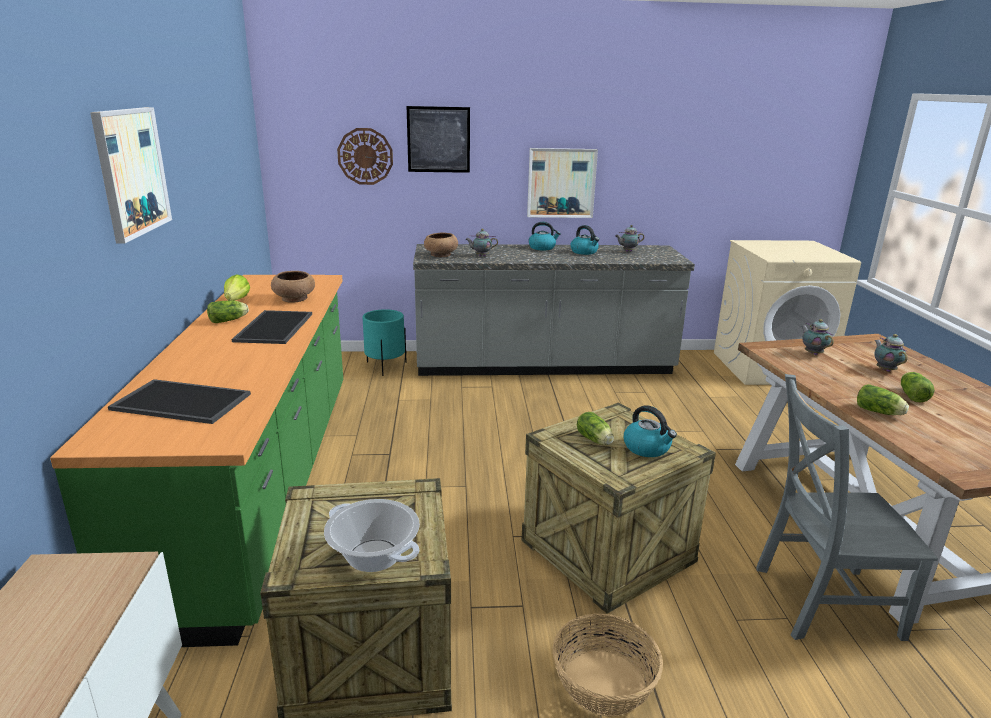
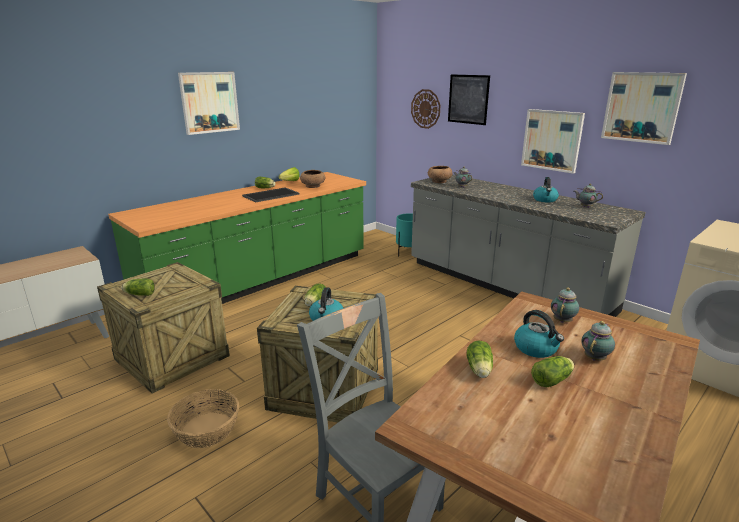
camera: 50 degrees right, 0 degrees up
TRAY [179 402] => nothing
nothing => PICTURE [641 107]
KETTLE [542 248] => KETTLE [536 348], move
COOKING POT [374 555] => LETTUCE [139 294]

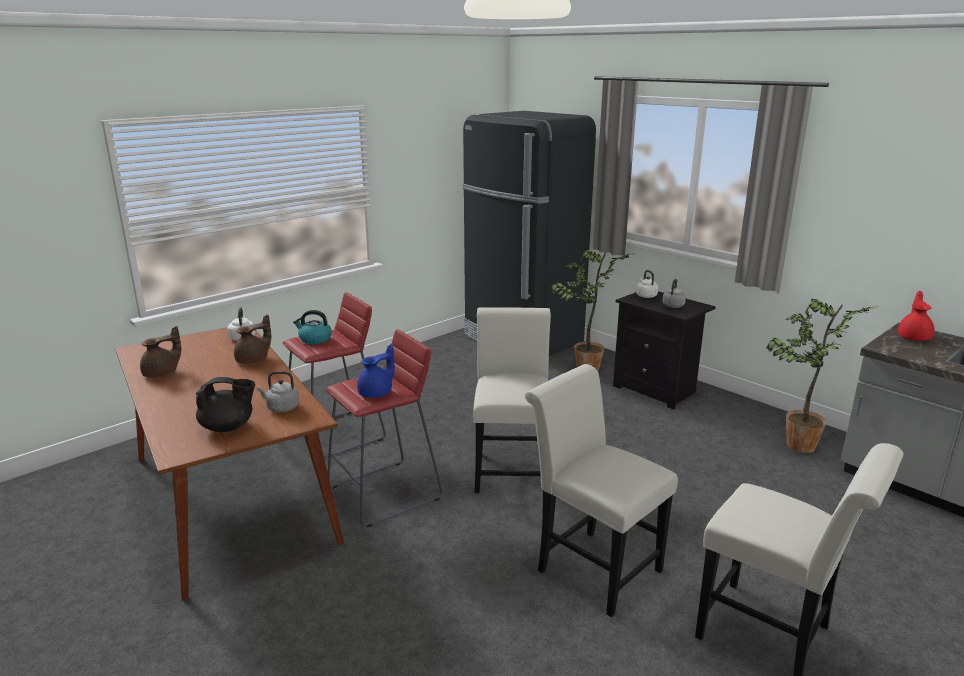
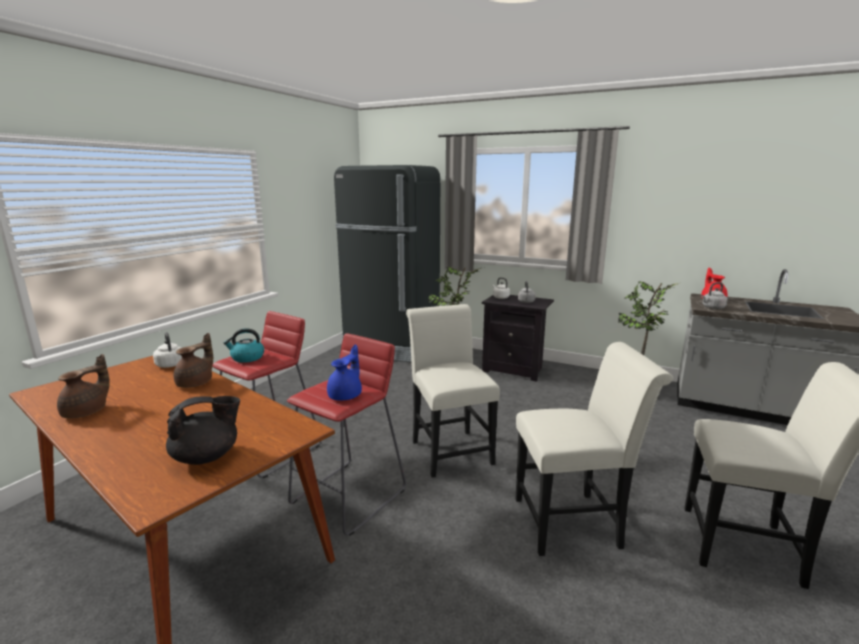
camera: 20 degrees left, 5 degrees down
GREY KETTLE [281 408] => GREY KETTLE [712 307], move
WHITE CHAIR [592 566] => WHITE CHAIR [574 522], 150 degrees clockwise

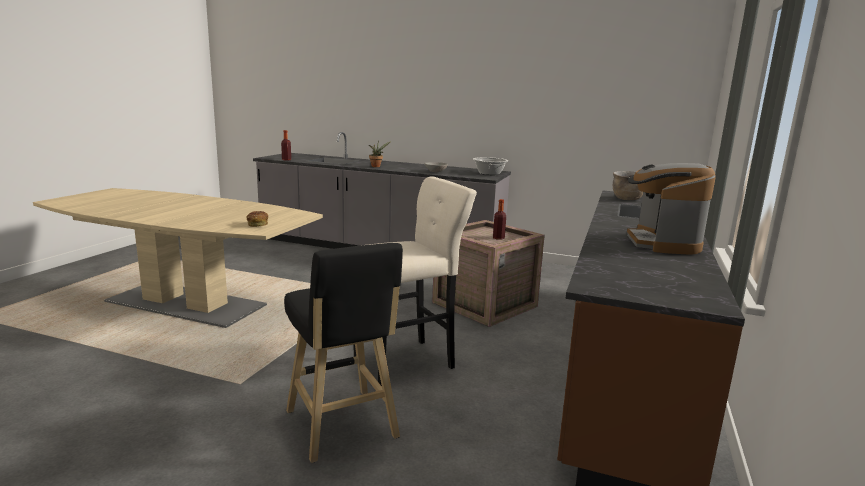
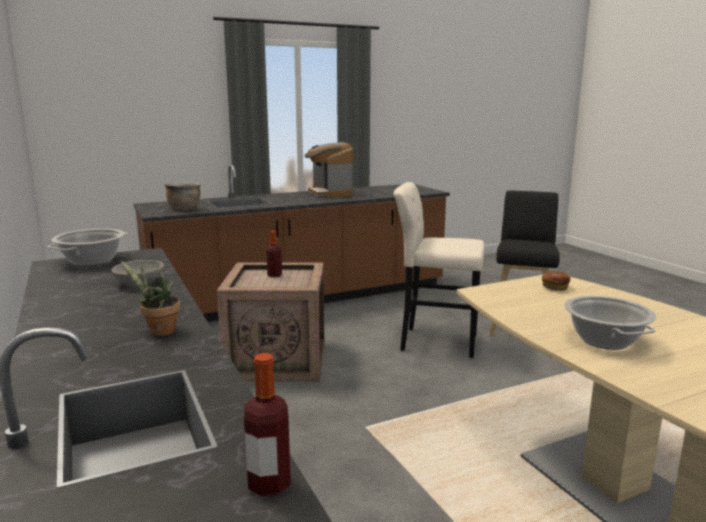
camera: 135 degrees left, 0 degrees up
nothing => COOKING POT [604 340]
COFFEE MACHINE [662 243] => COFFEE MACHINE [330 193], 105 degrees clockwise

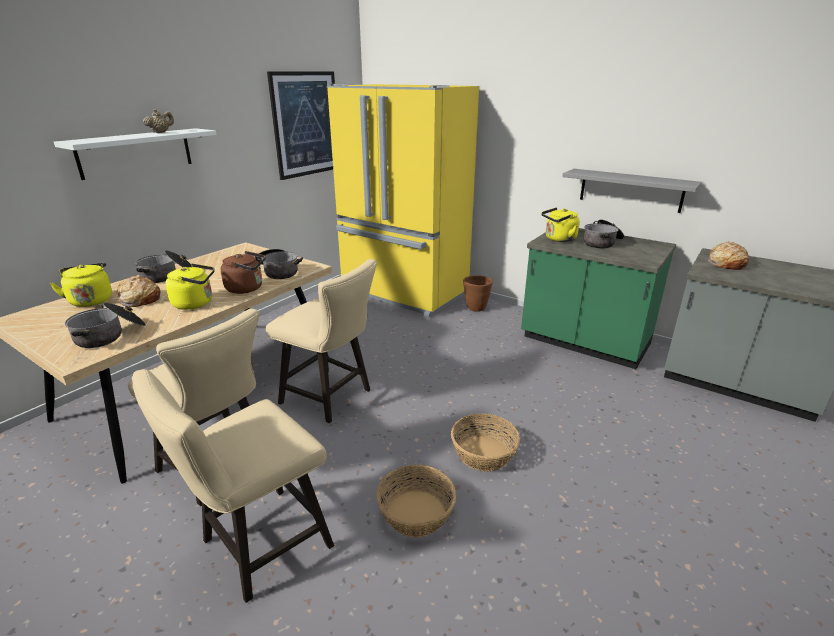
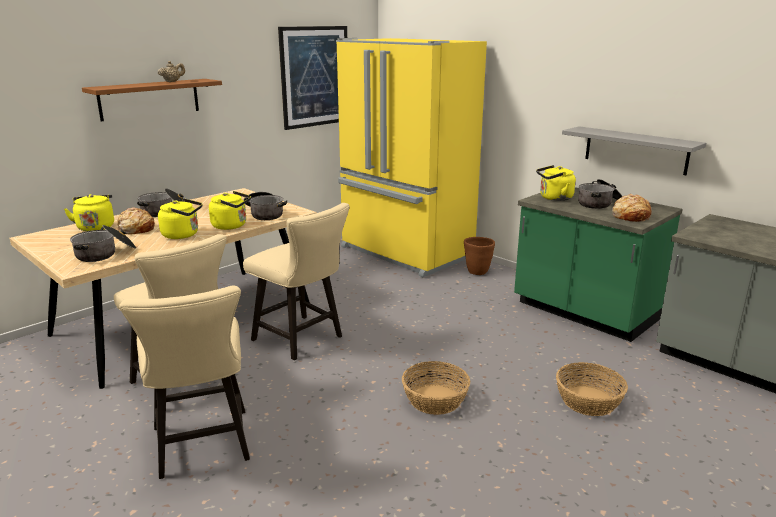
camera: 10 degrees right, 5 degrees down
BASKET [416 513] => BASKET [589 401], move
BREAD [726 263] => BREAD [630 216], move
WHITE SHELF [136 153] => BROWN SHELF [149 99]
BROWN KETTLE [247 288] => YELLOW KETTLE [231 226]
BEIGE CHAIR [258 547] => BEIGE CHAIR [203 448], 75 degrees counterclockwise

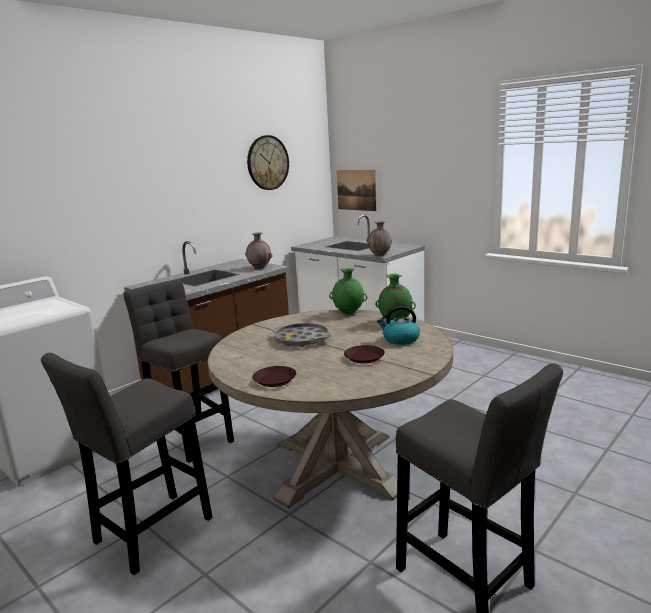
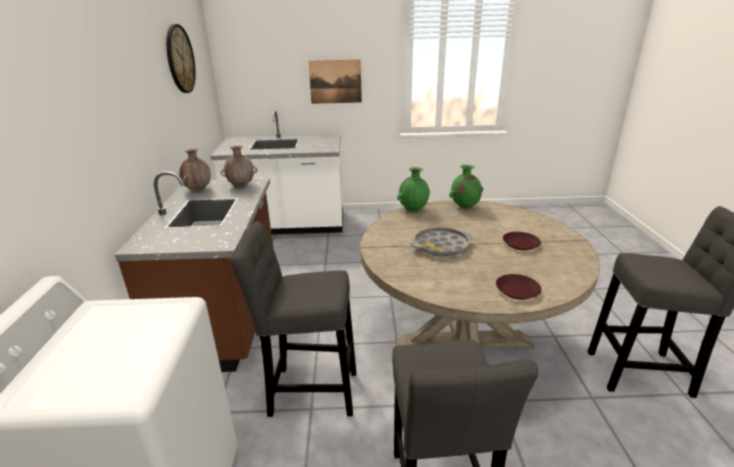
camera: 45 degrees left, 10 degrees up
KETTLE [400 339] => nothing
PICTURE [356 190] => PICTURE [335 81], move
BROWN VASE [380 255] => BROWN VASE [198 190], move

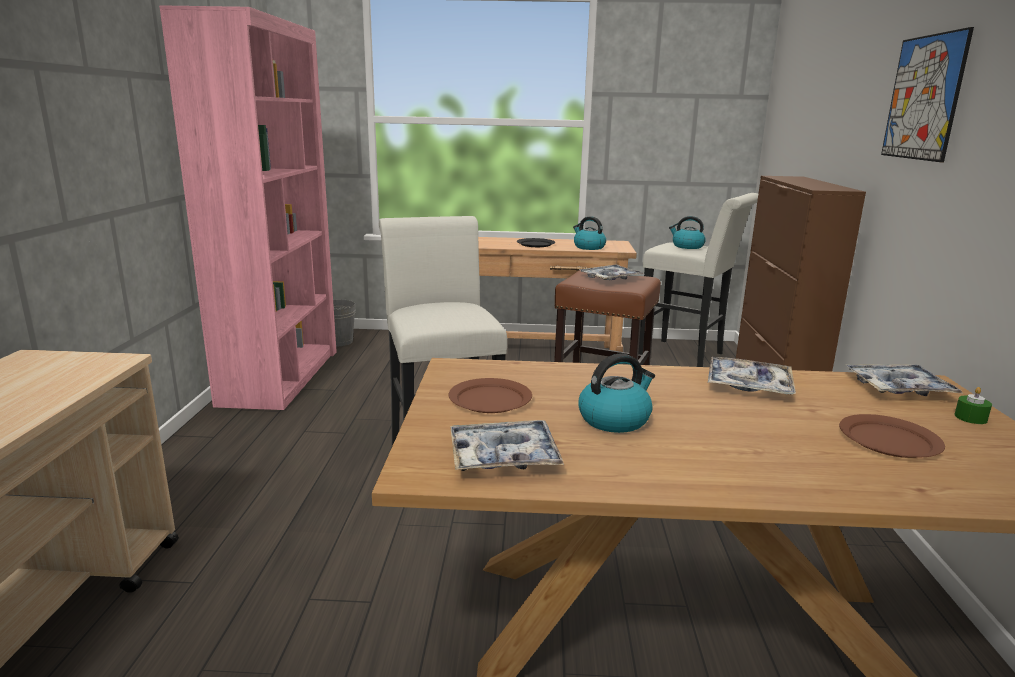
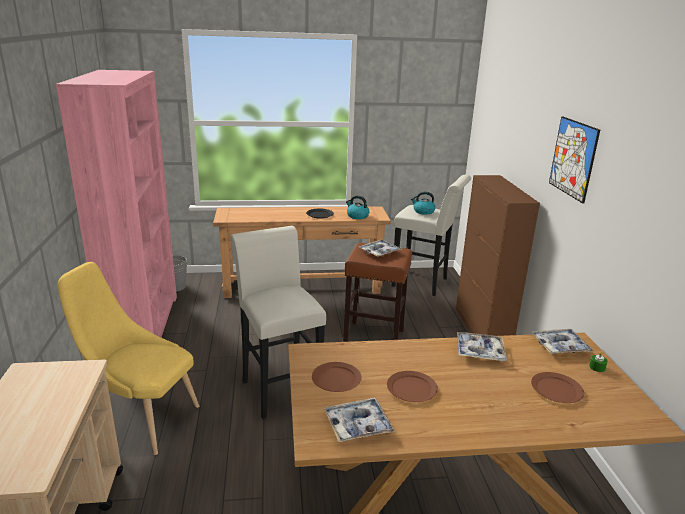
camera: 10 degrees left, 5 degrees up
nothing => YELLOW CHAIR [142 419]
KETTLE [615 419] => BROWN PLATE [411 388]

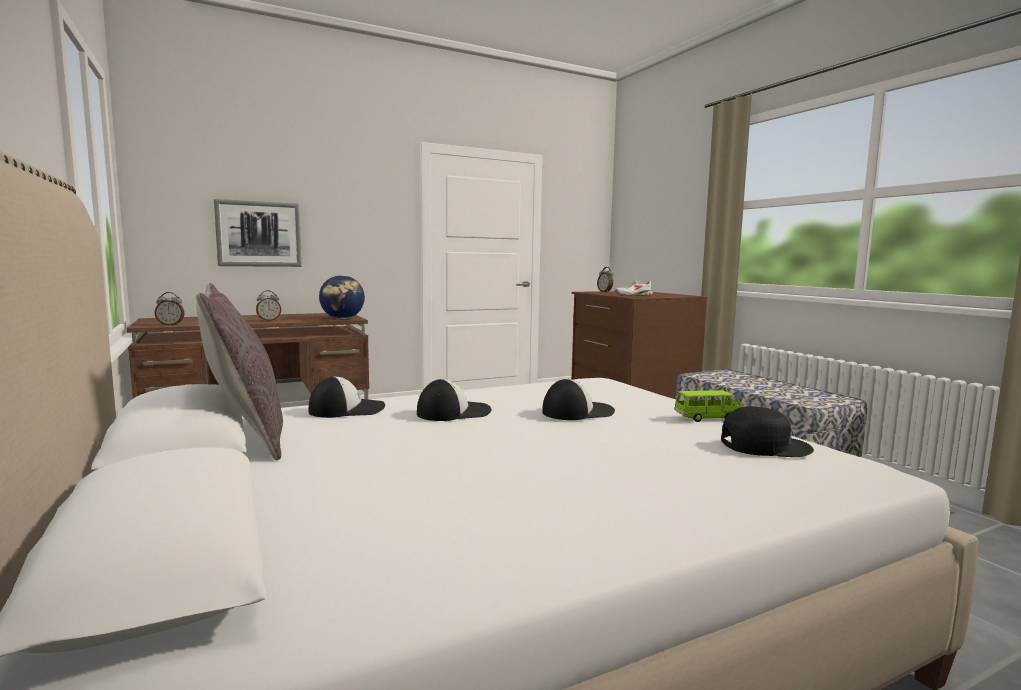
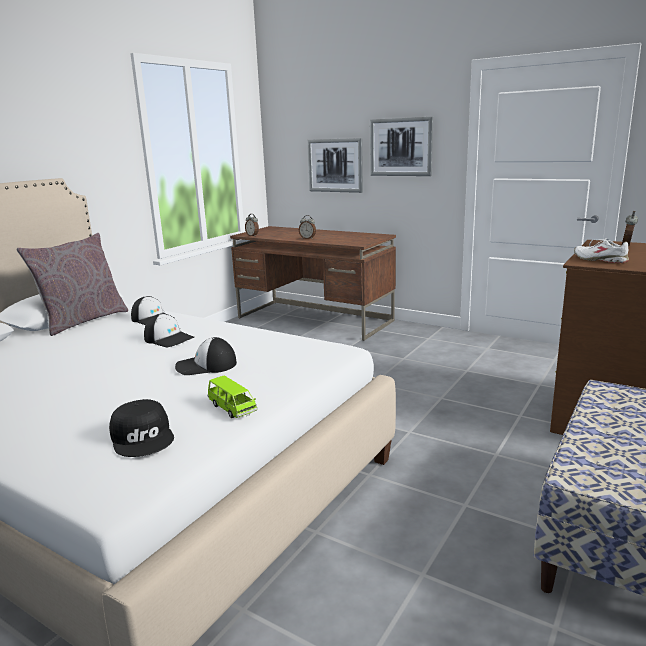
camera: 60 degrees right, 10 degrees up
GLOBE [342 319] => nothing
nothing => PICTURE [401 147]
CAP [577 412] => CAP [206 366], 135 degrees clockwise

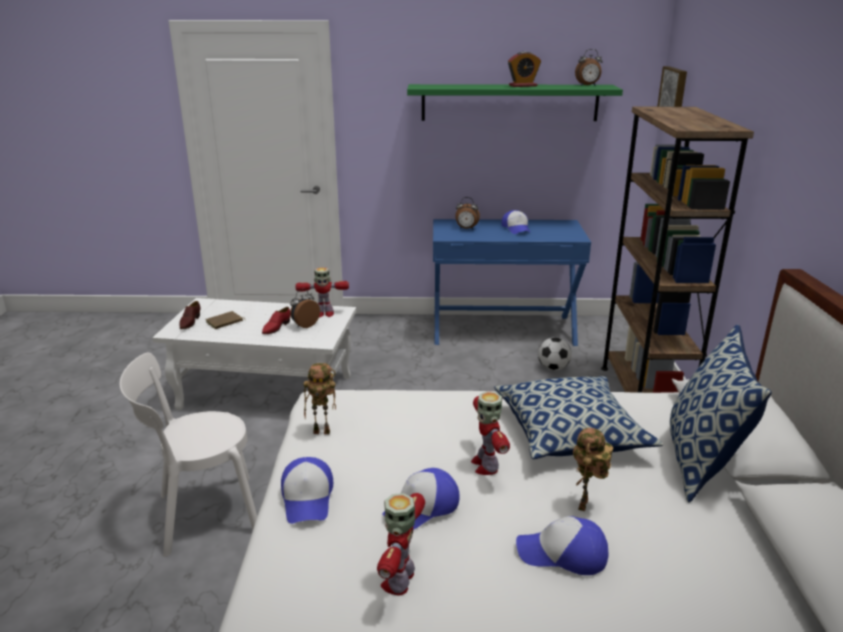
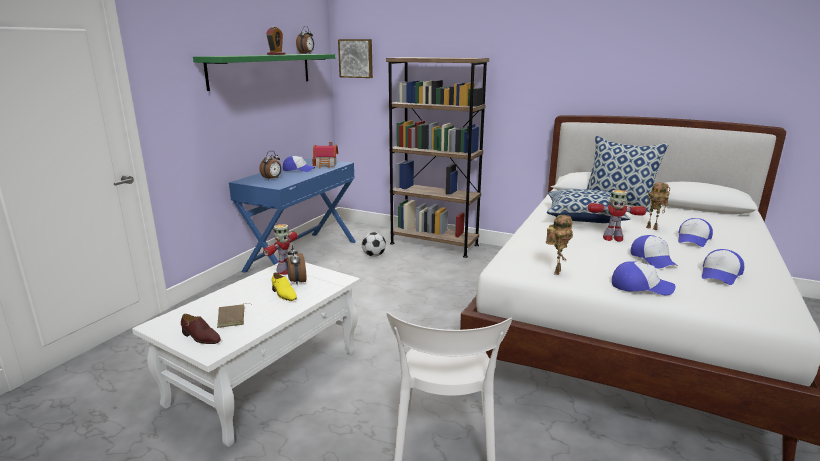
camera: 65 degrees left, 5 degrees down
nothing => TOY HOUSE [326 165]
TOY ROBOT [399 579] => CAP [720 274]
RED SHOE [276 327] => YELLOW SHOE [284 294]

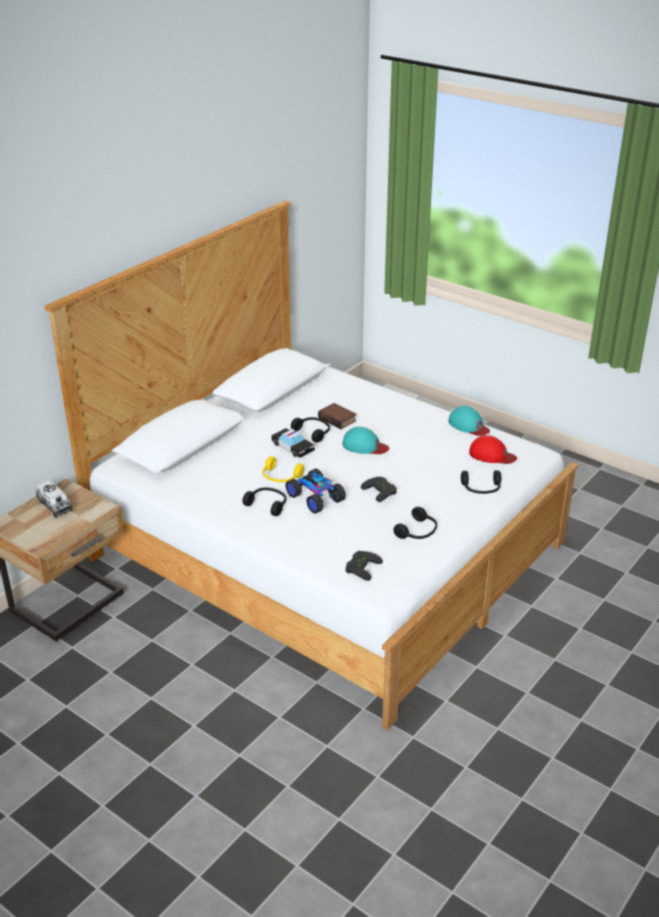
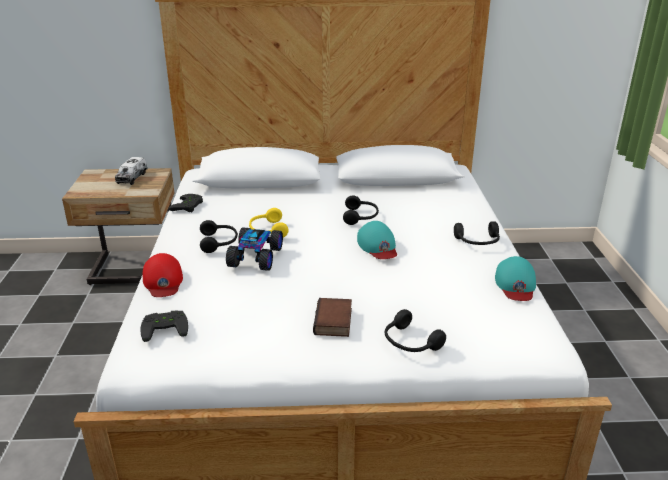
camera: 50 degrees right, 5 degrees down
TOY CAR [293 447] => nothing
BOOK [338 419] => BOOK [334 322], move
BLACK GAME CONTROLLER [381 490] => BLACK GAME CONTROLLER [189 206], move
BLACK HEADPHONES [418 532] => BLACK HEADPHONES [477 242], move
RED CAP [492 455] => RED CAP [163 281], move

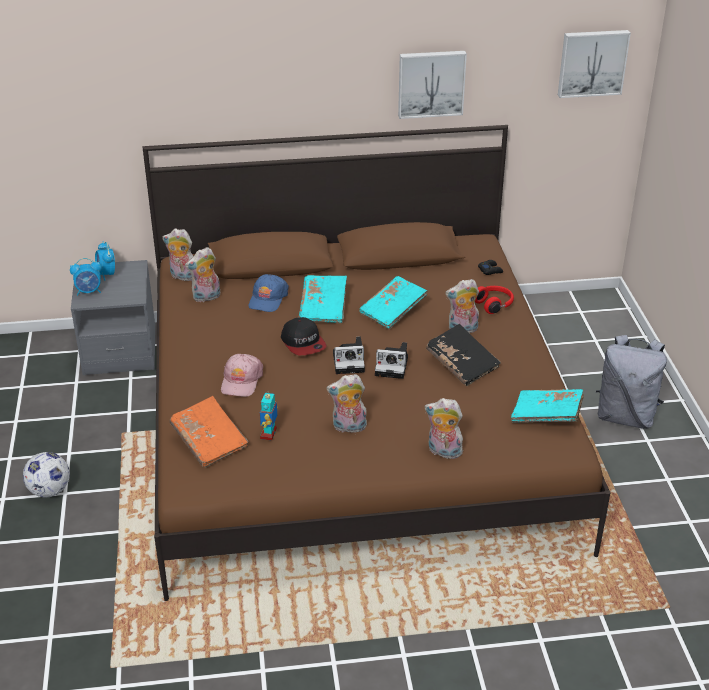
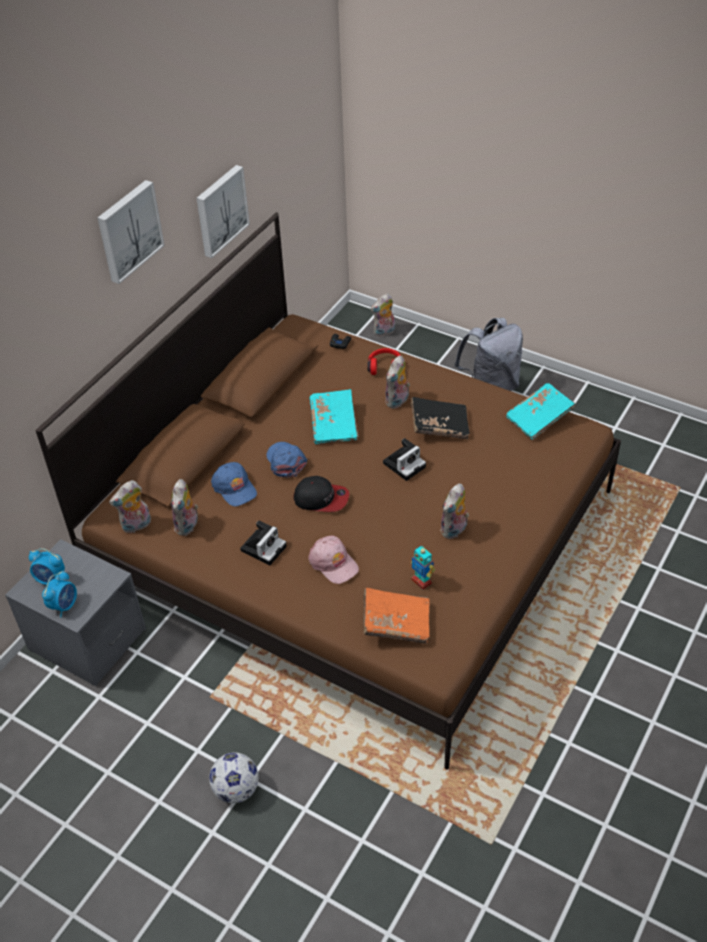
camera: 50 degrees left, 10 degrees up
PHOTO CAMERA [350 362] => PHOTO CAMERA [264 547], move
PLUSH TOY [443 452] => PLUSH TOY [384 332], move
PICTURE [592 62] => PICTURE [128 230], move
TURQUOISE BOOK [323 308] => BLUE CAP [286 461]

